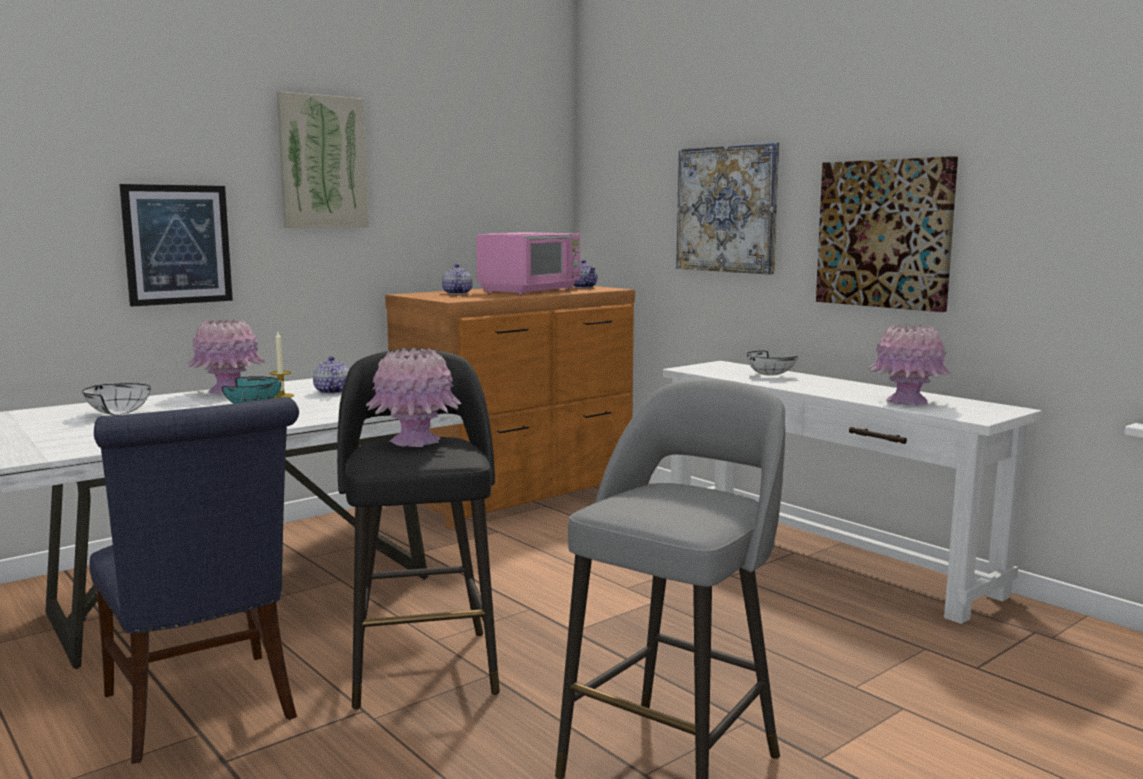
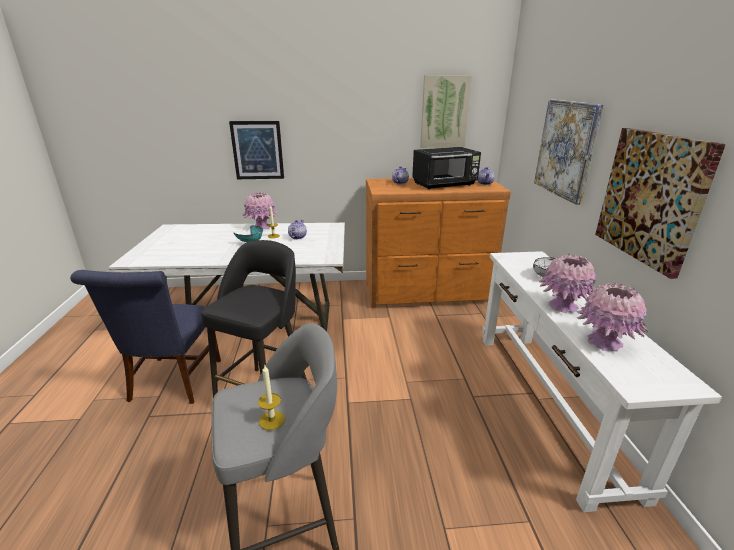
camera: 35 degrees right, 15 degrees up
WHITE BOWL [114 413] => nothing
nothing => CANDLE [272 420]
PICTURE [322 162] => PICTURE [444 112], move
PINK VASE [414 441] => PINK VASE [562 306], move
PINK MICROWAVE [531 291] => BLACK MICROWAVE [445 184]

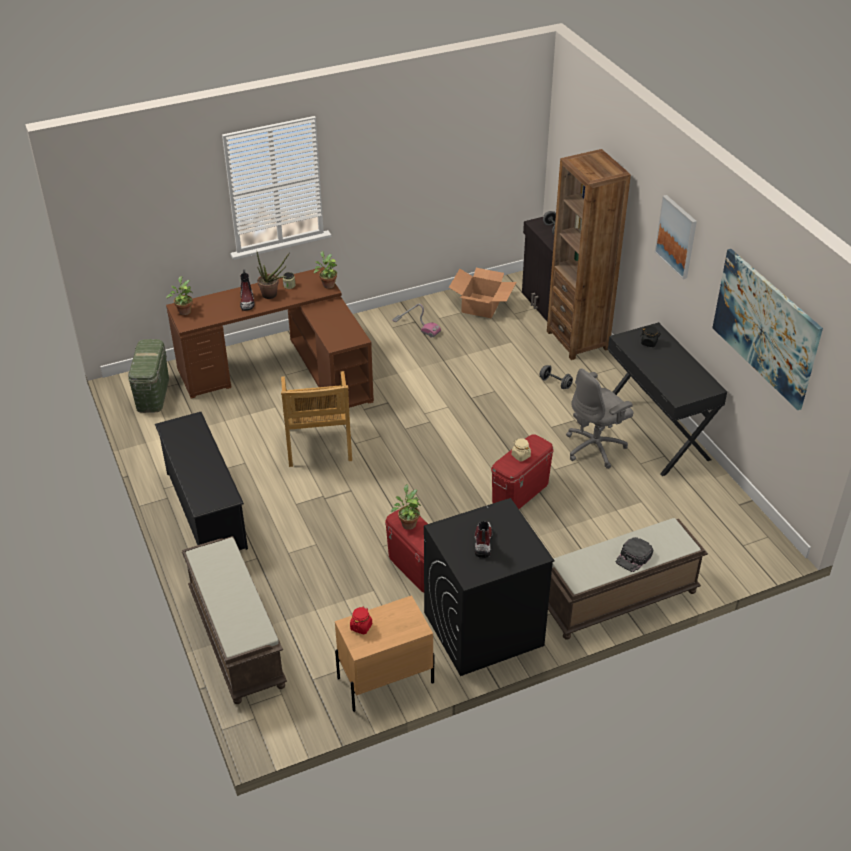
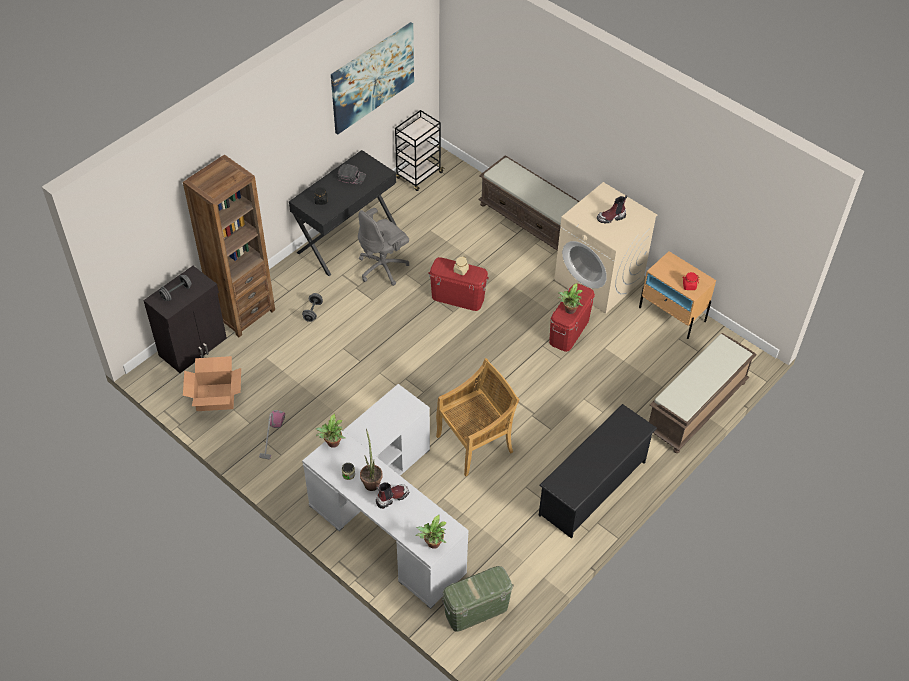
camera: 115 degrees left, 10 degrees up
PICTURE [676 236] => nothing
nothing => BLACK CART [419 176]
BLACK CAP [634 557] => BLACK CAP [351 176], move
BROWN DESK [285 369] => WHITE DESK [386 515]
BLACK WASHING MACHINE [483 629] => BEIGE WASHING MACHINE [599 280]
GREY OFFICE CHAIR [596 447] => GREY OFFICE CHAIR [383 267], 105 degrees clockwise

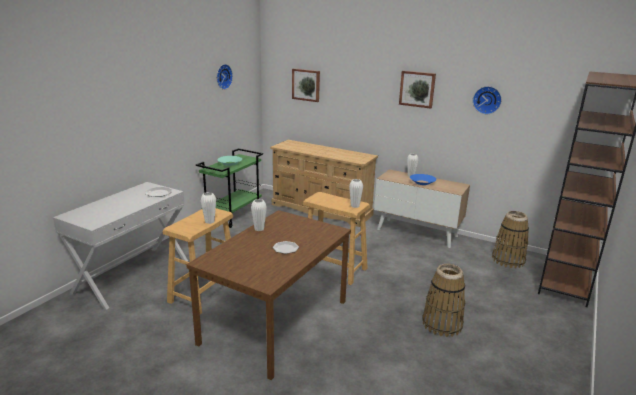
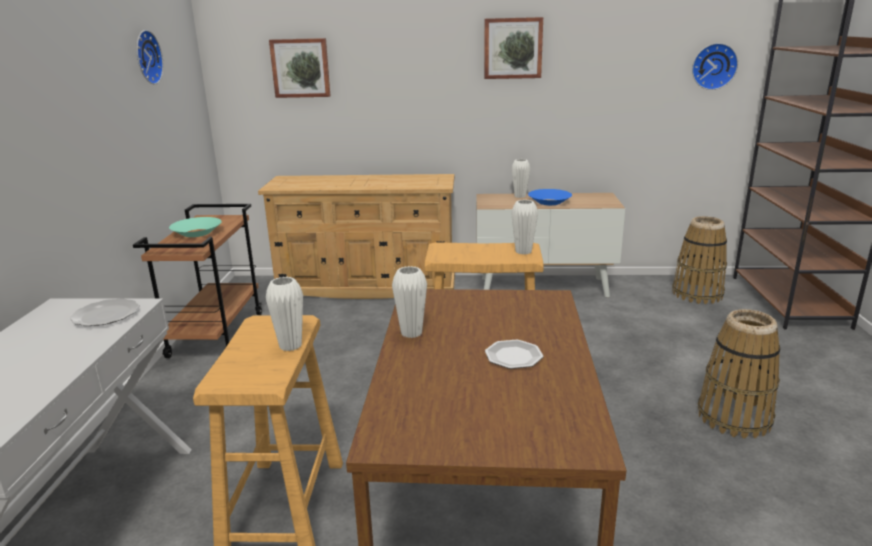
camera: 25 degrees left, 0 degrees up
WALL CLOCK [487 100] => WALL CLOCK [713 66], move
GREEN CART [233 215] => BROWN CART [216 334]

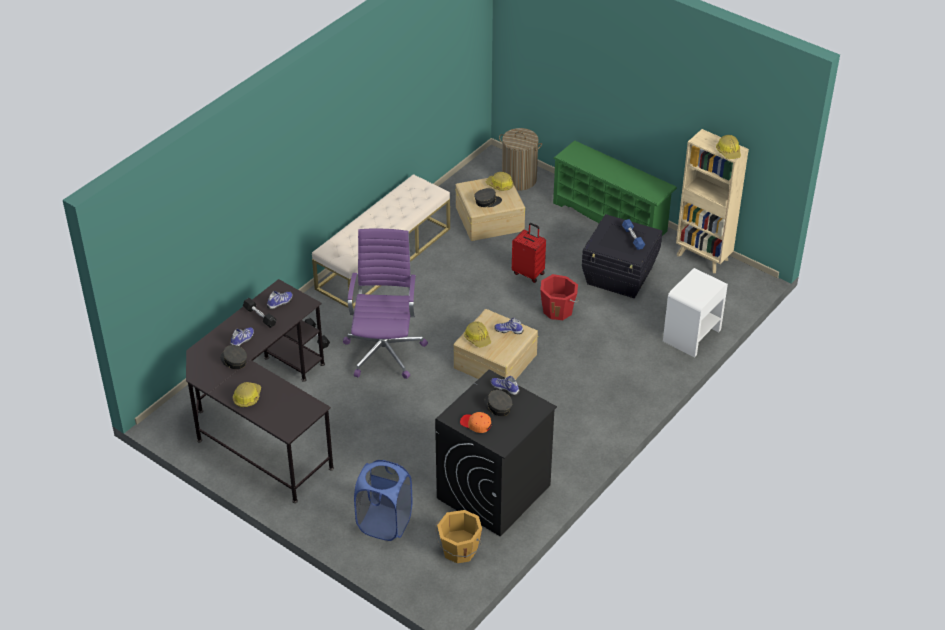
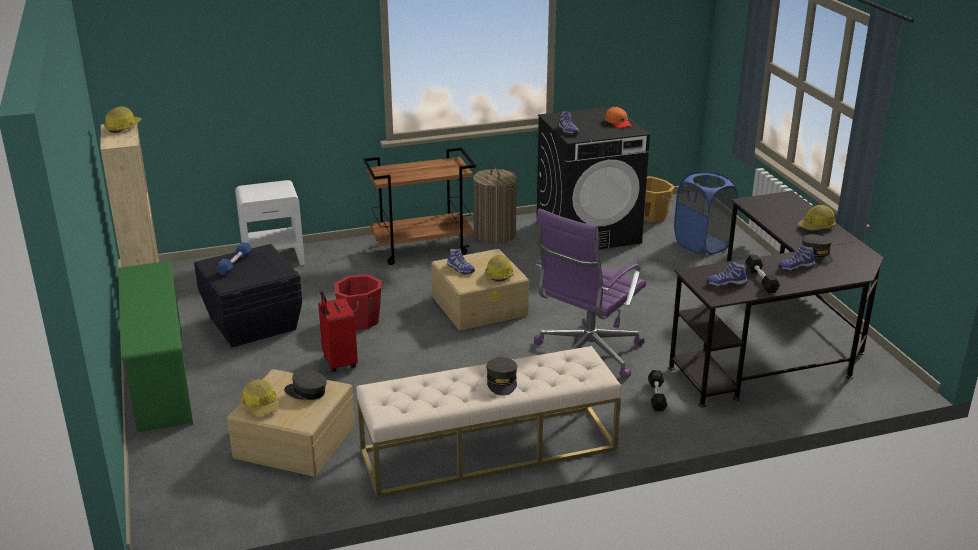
camera: 145 degrees left, 15 degrees down
nothing => BROWN CART [422 248]
GREY CAP [497 406] => GREY CAP [502 382], move
LAUNDRY BASKET [519 180] => LAUNDRY BASKET [494 234], move

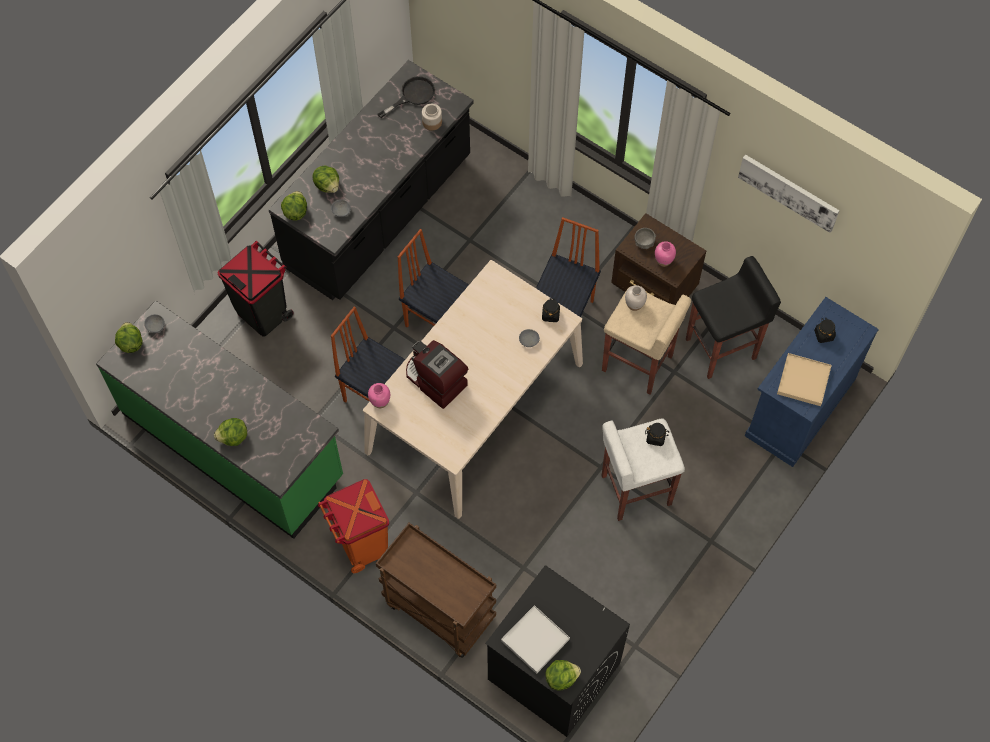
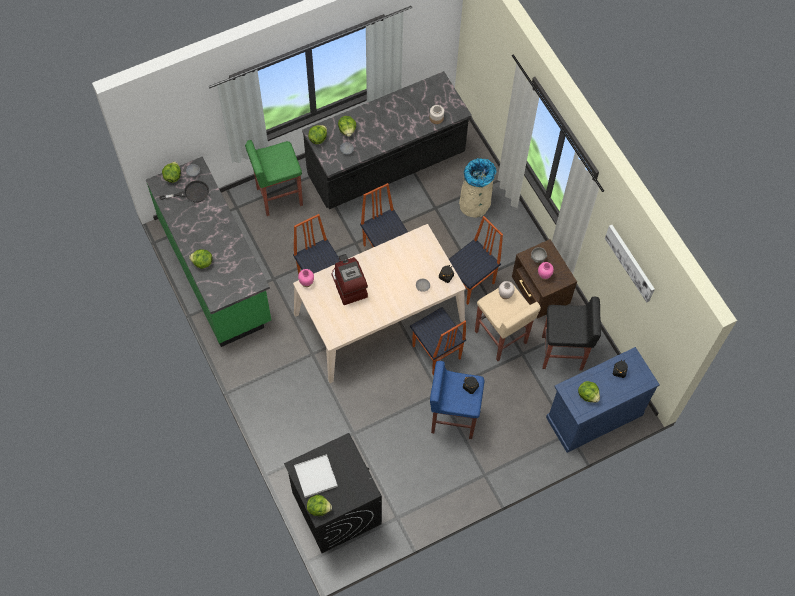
camera: 25 degrees right, 0 degrees up
ORANGE TRASH CAN [361 543] => nothing
BROWN CART [438 610] => nothing
nothing => CHAIR [436 353]
nothing => BEIGE TRASH CAN [475 203]
BLACK FRYING PAN [412 95] => BLACK FRYING PAN [191 193], move
BLACK TRASH CAN [262 313] => GREEN STOOL [278 196]
BEIGE TRAY [803 380] => LETTUCE [588 395]
WHITE STOOL [634 489] => BLUE STOOL [453 418]

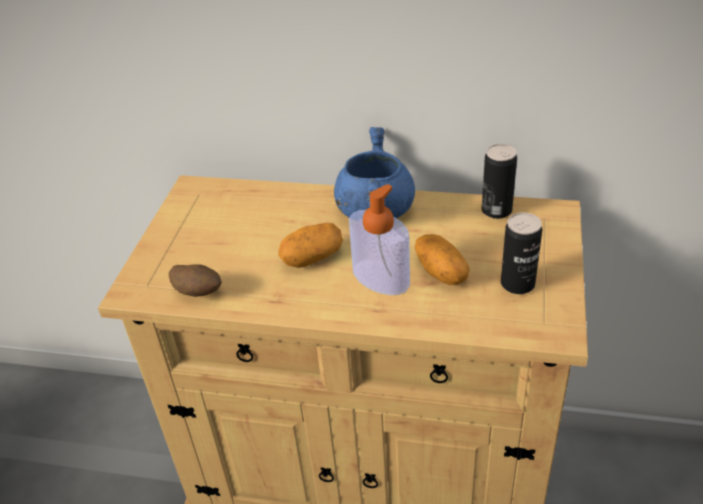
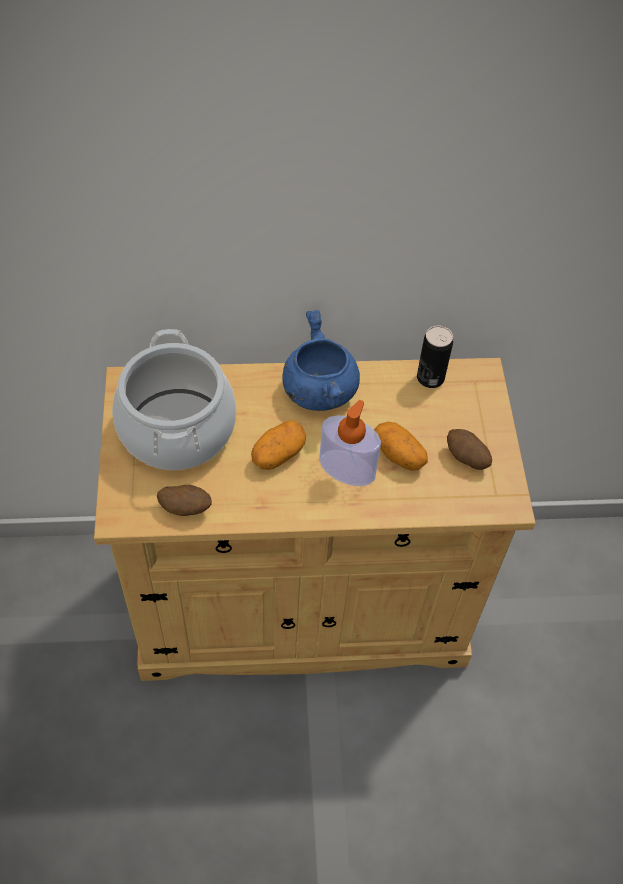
camera: 20 degrees left, 15 degrees up
nothing => COOKING POT [176 429]
CAN [517 284] => POTATO [466 458]

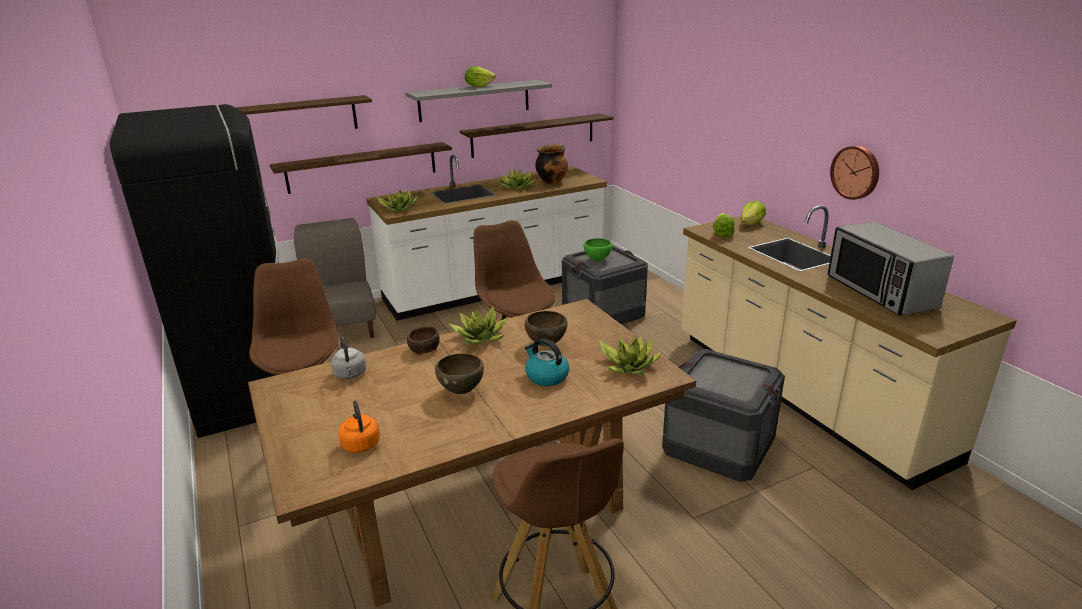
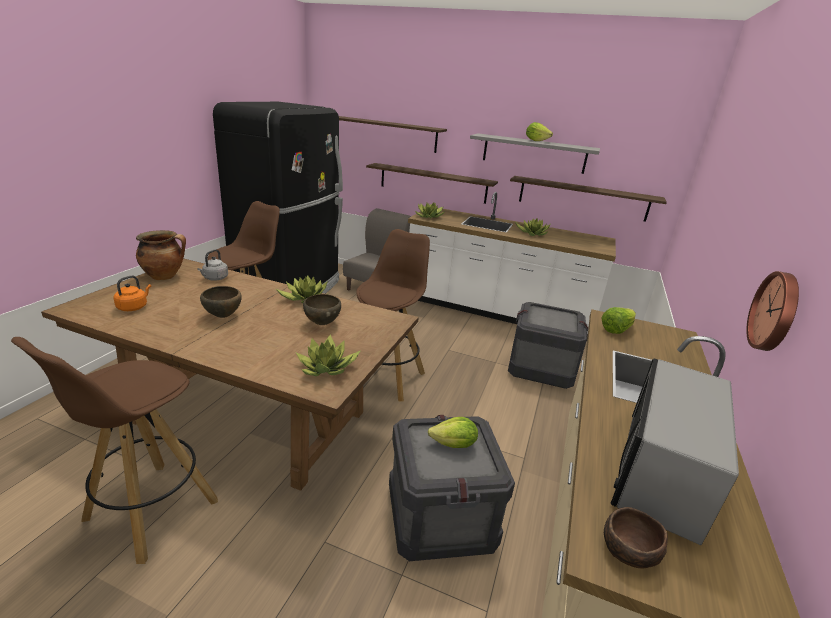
camera: 45 degrees right, 0 degrees up
KETTLE [546 376] => nothing
GREEN BOWL [597 260] => nothing
BROWN BOWL [423 349] => BROWN BOWL [627 550], move
COOKING POT [552 182] => COOKING POT [165 276], move
LETTUCE [751 224] => LETTUCE [454 445], move

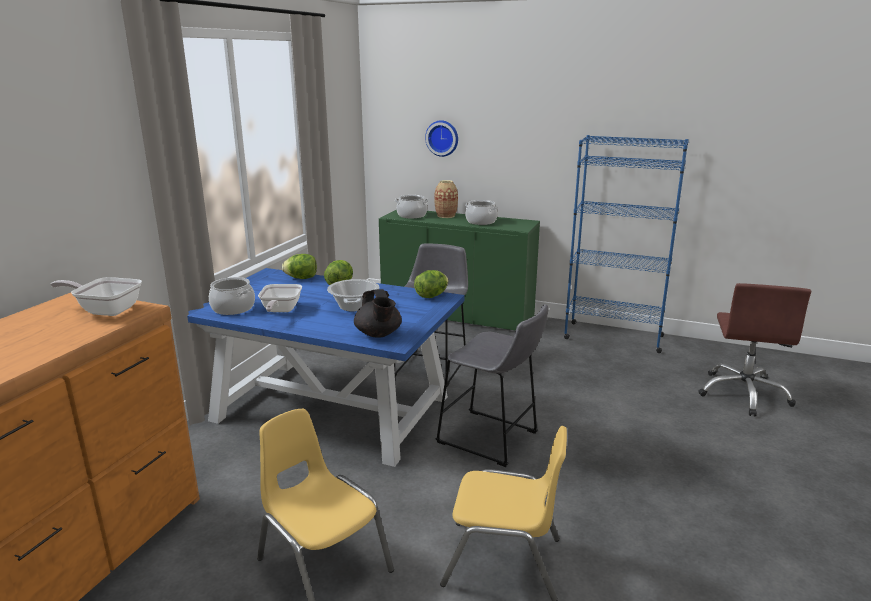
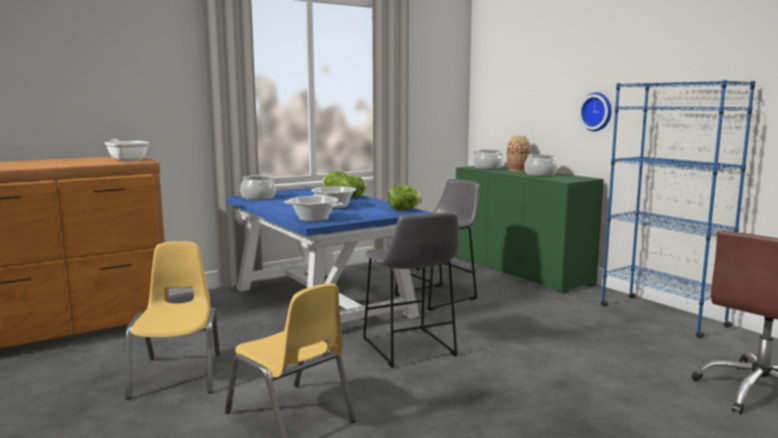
camera: 35 degrees right, 10 degrees down
FRYING PAN [280 311] => nothing
WALL CLOCK [442 138] => WALL CLOCK [597 111], move
BLACK TEAPOT [378 334] => COOKING POT [313 219]

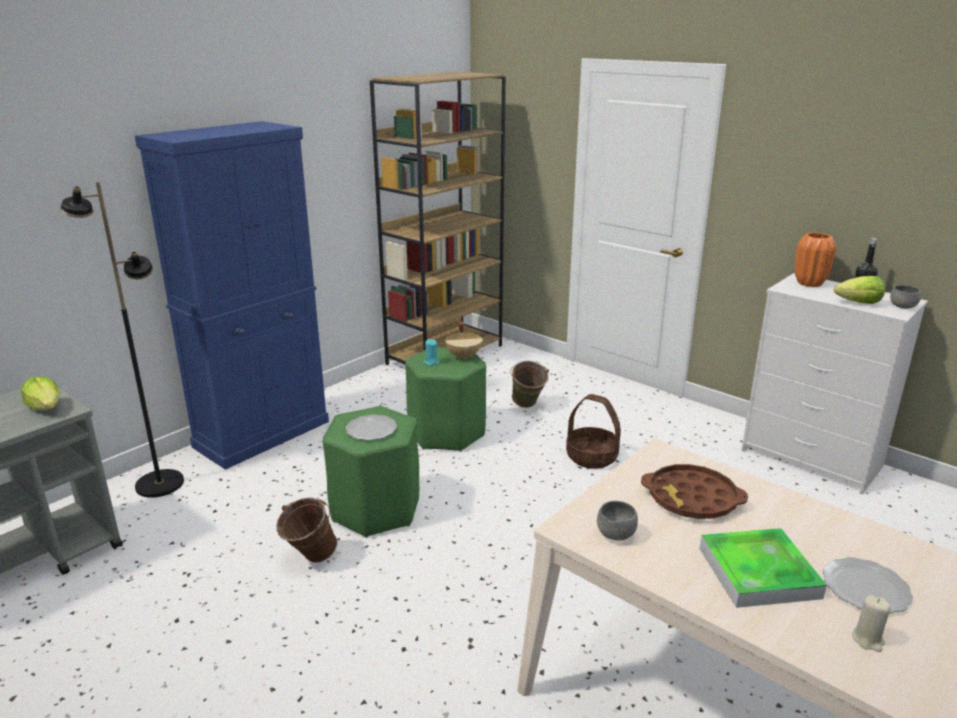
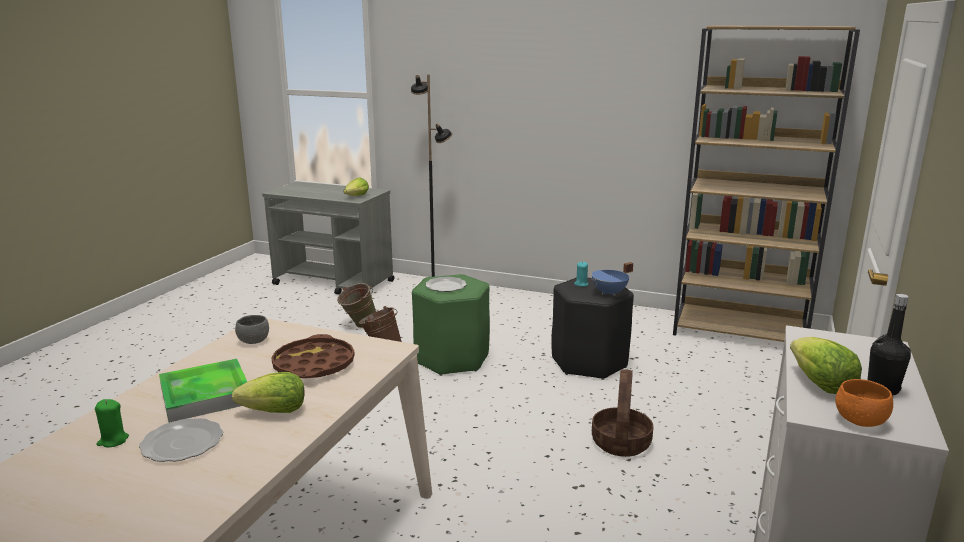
camera: 70 degrees right, 5 degrees down
BLUE CABINET [262 434] => nothing
ORANGE VASE [809 283] => nothing
nothing => LETTUCE [275 412]
GREEN BUCKET [527 406] => GREEN BUCKET [358 326], move
GREEN STOOL [446 433] => BLACK STOOL [589 362]
BEIGE COOKING POT [464 356] => BLUE COOKING POT [610 293]
BEIGE CANDLE [868 639] => GREEN CANDLE [113 441]
GREY BOWL [902 307] => ORANGE BOWL [859 421]

